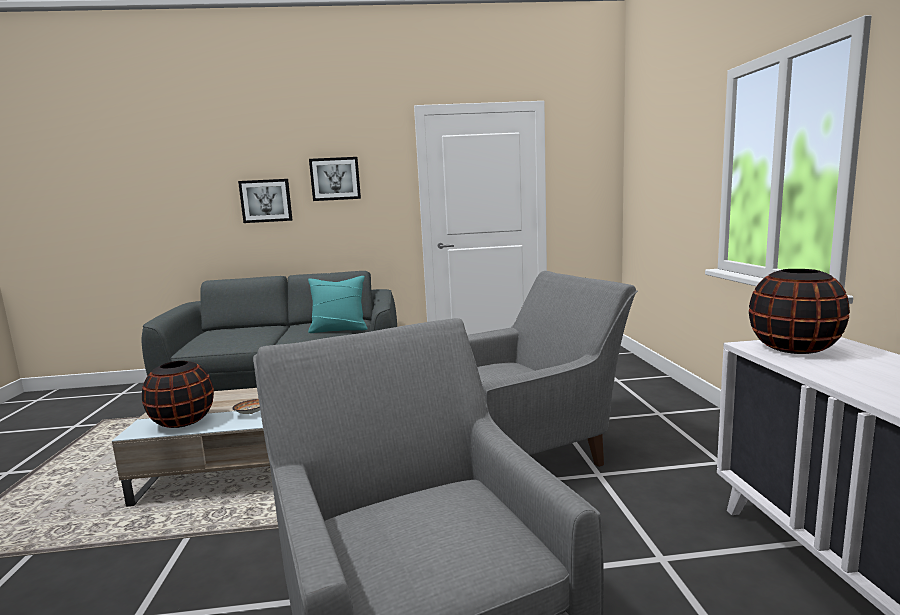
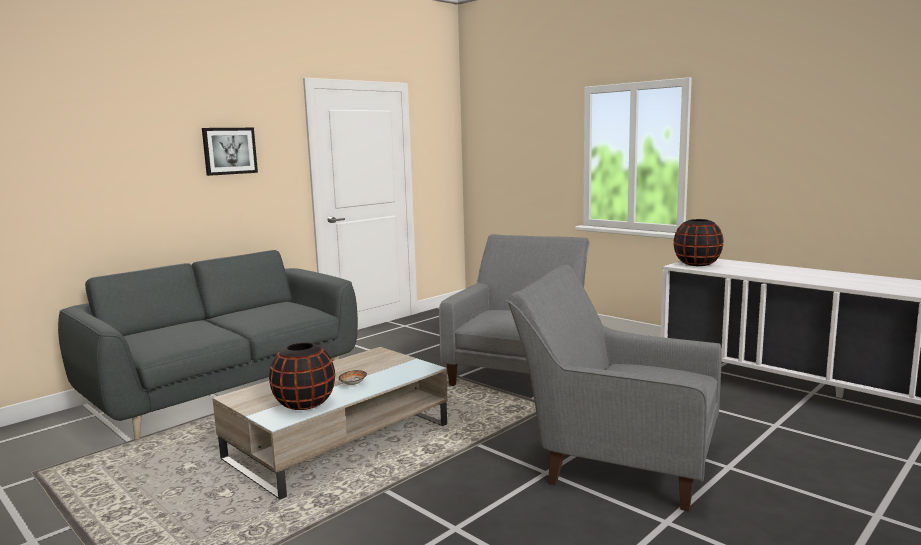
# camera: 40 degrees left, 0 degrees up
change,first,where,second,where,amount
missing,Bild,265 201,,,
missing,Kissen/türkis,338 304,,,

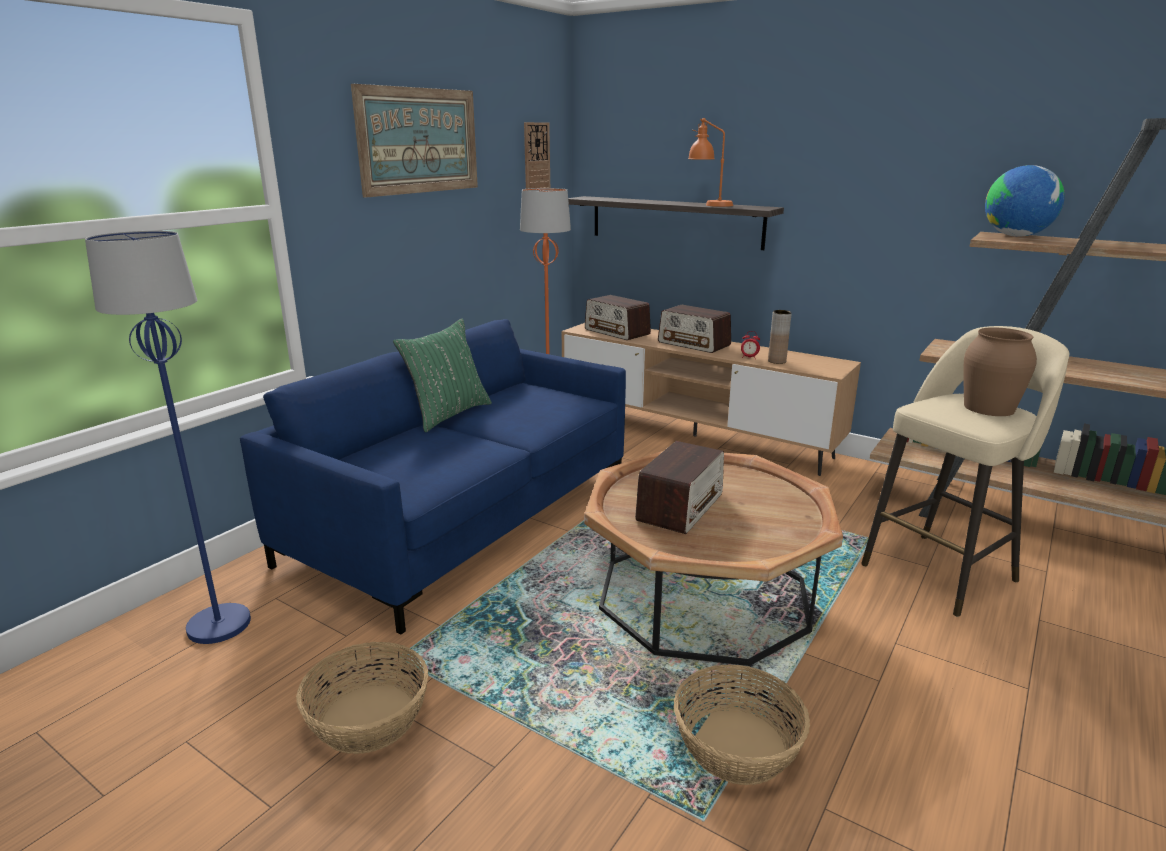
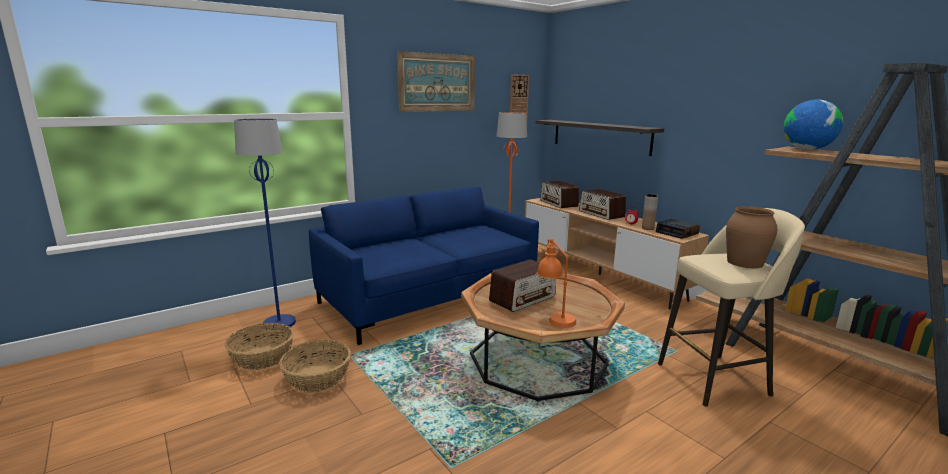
# camera: 20 degrees right, 5 degrees down
change,first,where,second,where,amount
relocated,Korb,742 725,,259 346,
relocated,Tischlampe/orange,710 162,,556 283,
appeared,,,Wecker,678 229,
missing,Kissen/grün,442 375,,,

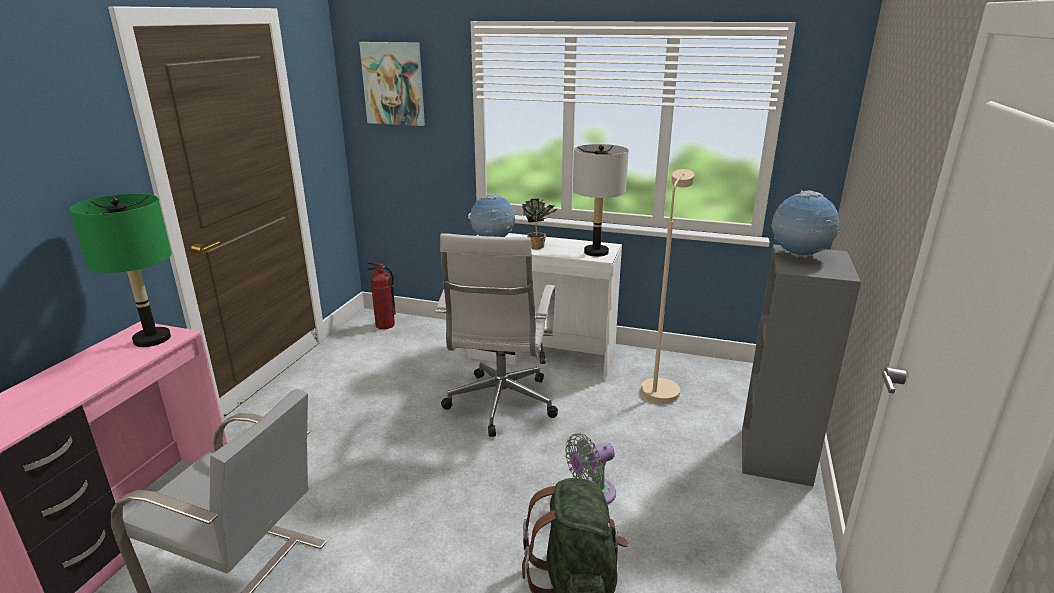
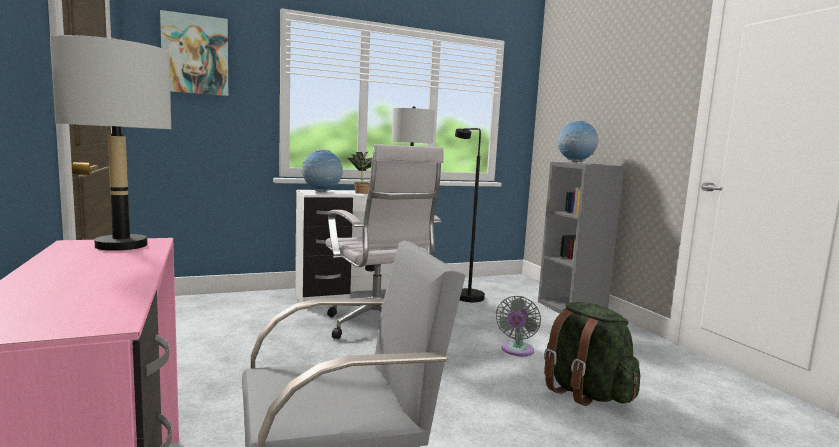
# camera: 40 degrees left, 15 degrees down
change,first,where,second,where,amount
colour,Tischlampe/grün,121 270,Tischlampe/grau,110 143,
colour,Stehlampe/beige,668 286,Stehlampe/schwarz,470 215,
missing,Feuerlöscher,381 295,,,

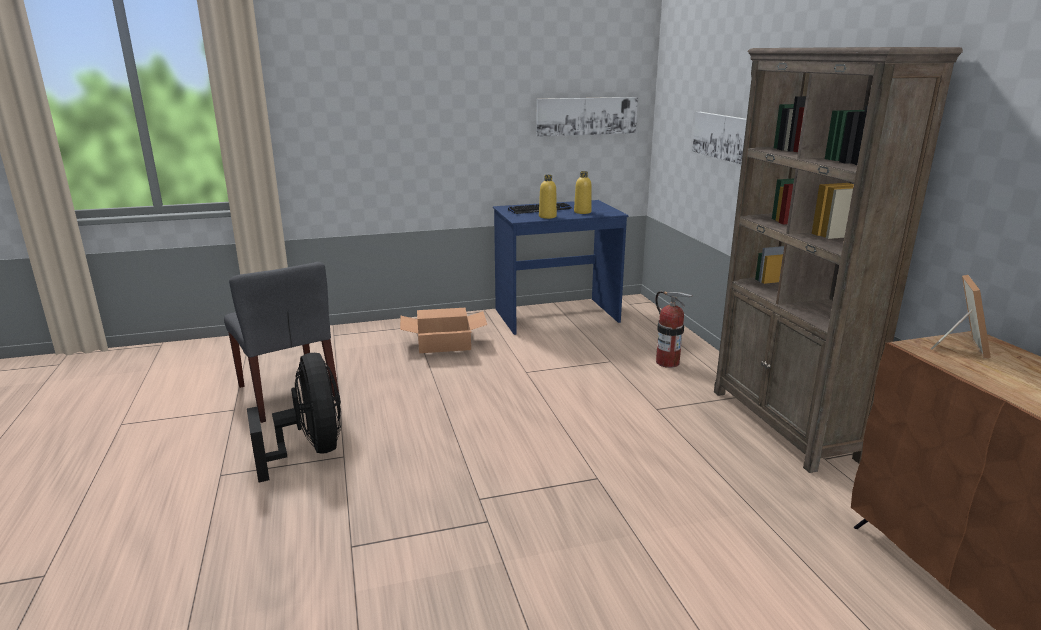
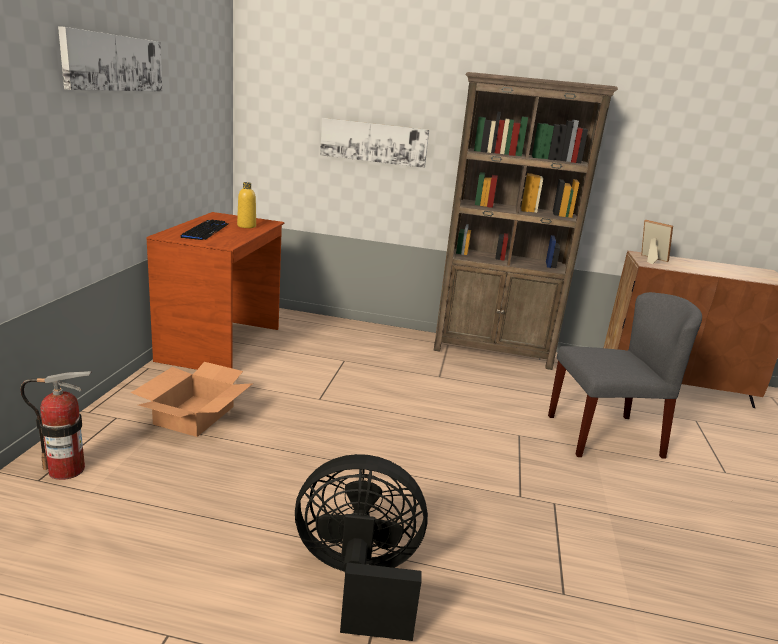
# camera: 65 degrees left, 0 degrees up
change,first,where,second,where,amount
relocated,Feuerlöscher,674 329,,56 425,
relocated,Bild,587 117,,110 59,
colour,Schreibtisch/blau,560 267,Schreibtisch/braun,215 291,
relocated,Stuhl/grau,281 342,,625 375,
missing,Flasche/gelb,548 197,,,

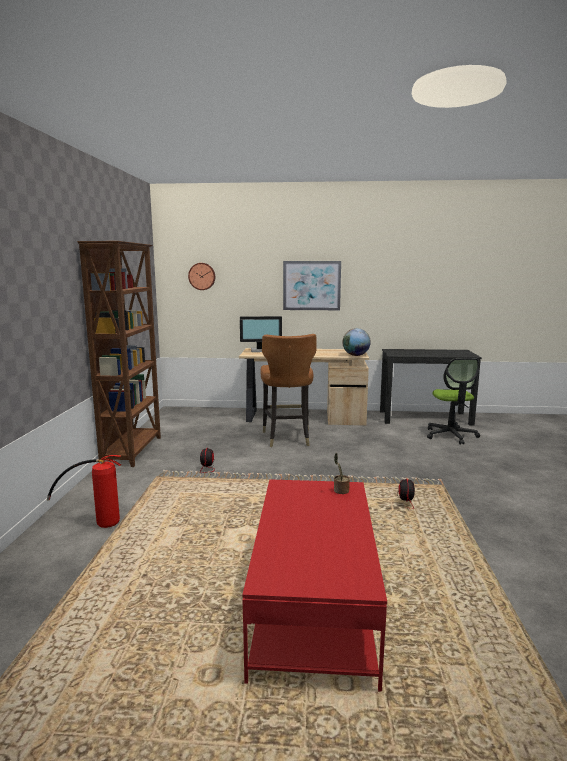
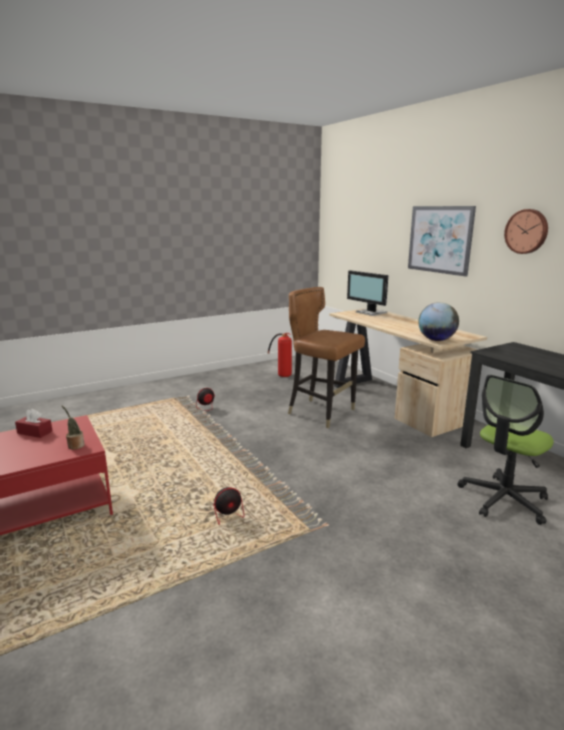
# camera: 55 degrees right, 5 degrees up
change,first,where,second,where,amount
appeared,,,Taschentuchbox/rot,33 423,
relocated,Feuerlöscher,84 491,,280 355,
spun,Stuhl/braun,288 390,,326 357,75 degrees clockwise
relocated,Wanduhr,201 276,,526 231,
missing,Bücherregal/braun,119 354,,,

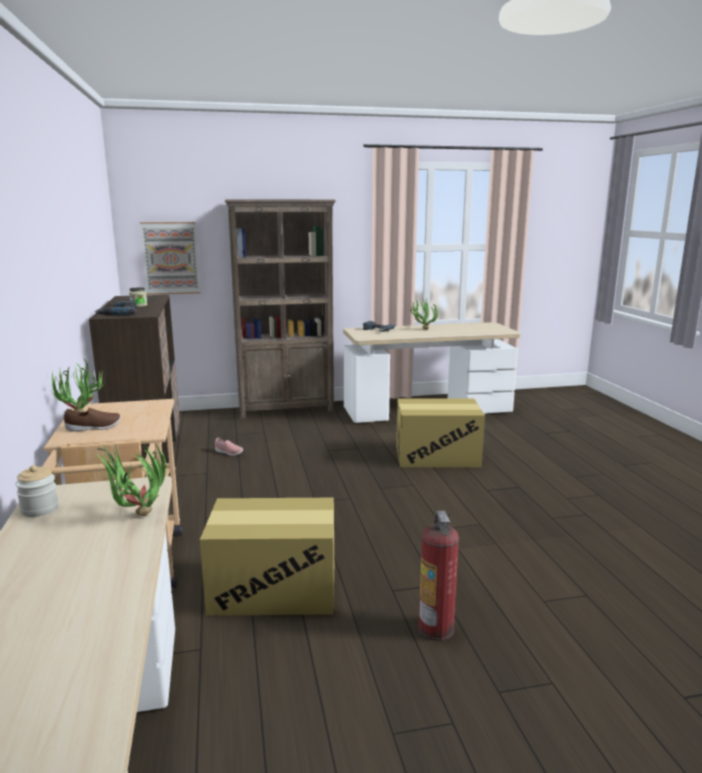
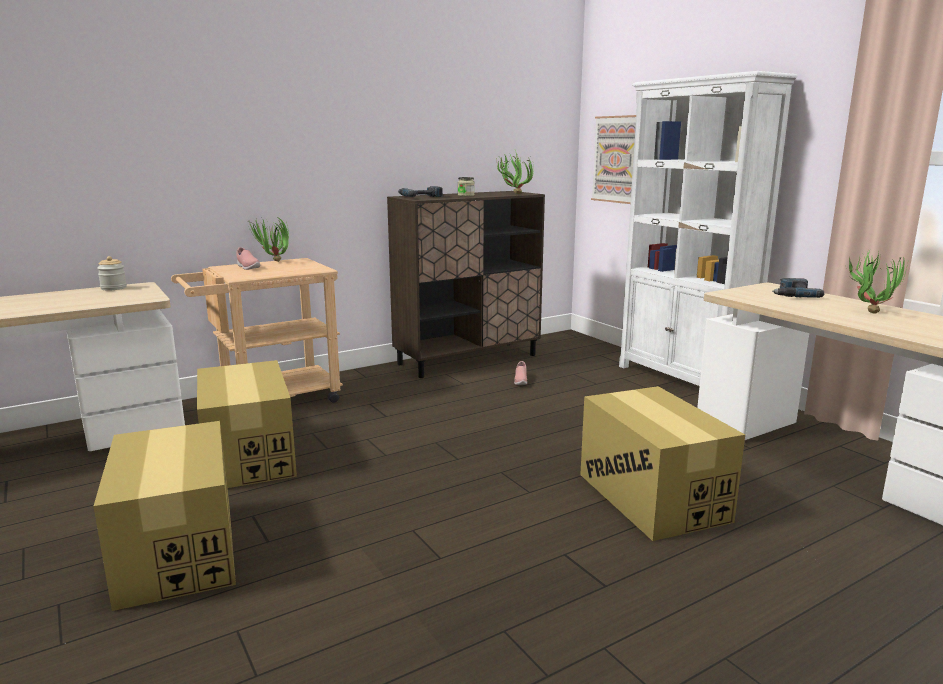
# camera: 70 degrees right, 0 degrees up
change,first,where,second,where,amount
exchanged,Feuerlöscher,438 576,Karton,165 516,
colour,Schuh/braun,92 420,Schuh/rosa,248 258,
relocated,Topfpflanze,130 479,,515 172,
colour,Bücherregal/braun,280 309,Bücherregal/weiß,708 228,

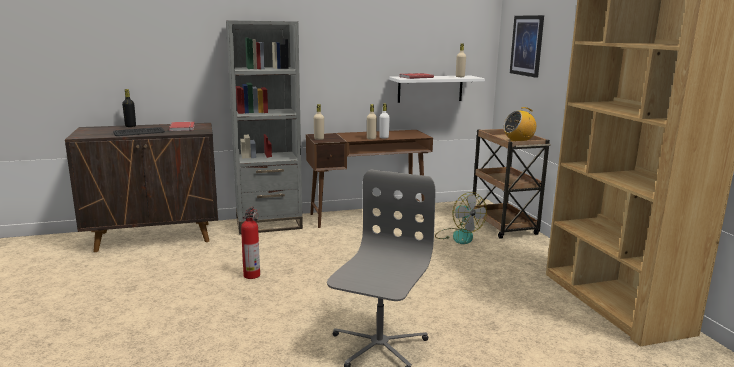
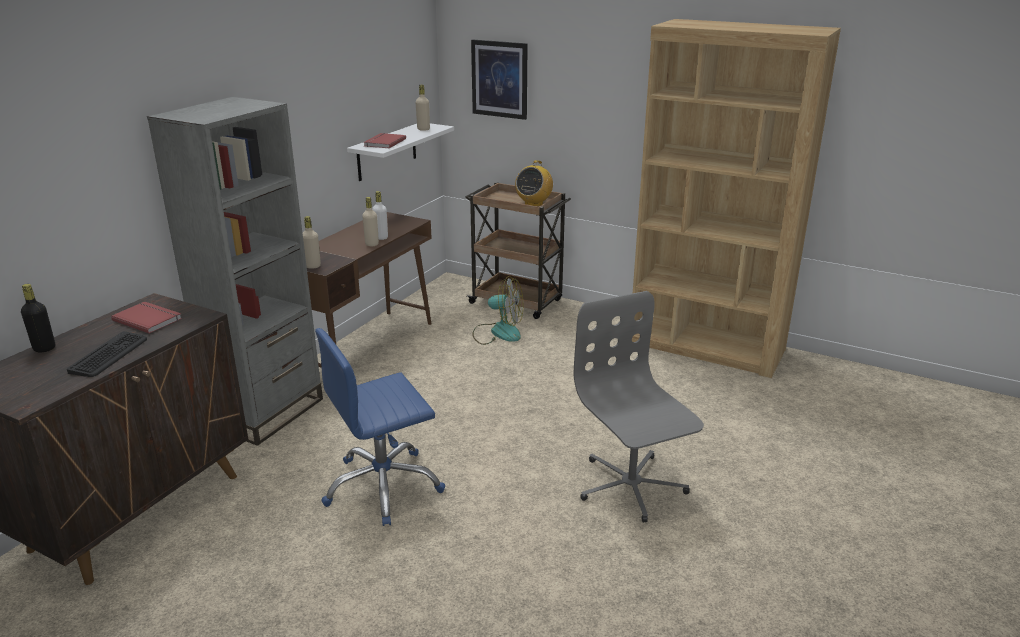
# camera: 45 degrees left, 10 degrees up
change,first,where,second,where,amount
exchanged,Feuerlöscher,250 242,Bürostuhl/blau,380 427,

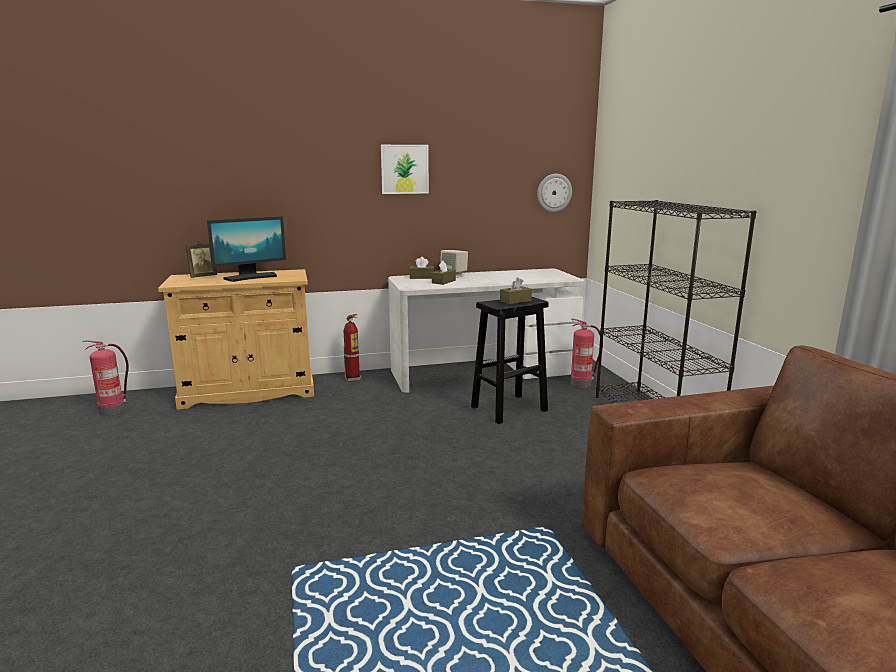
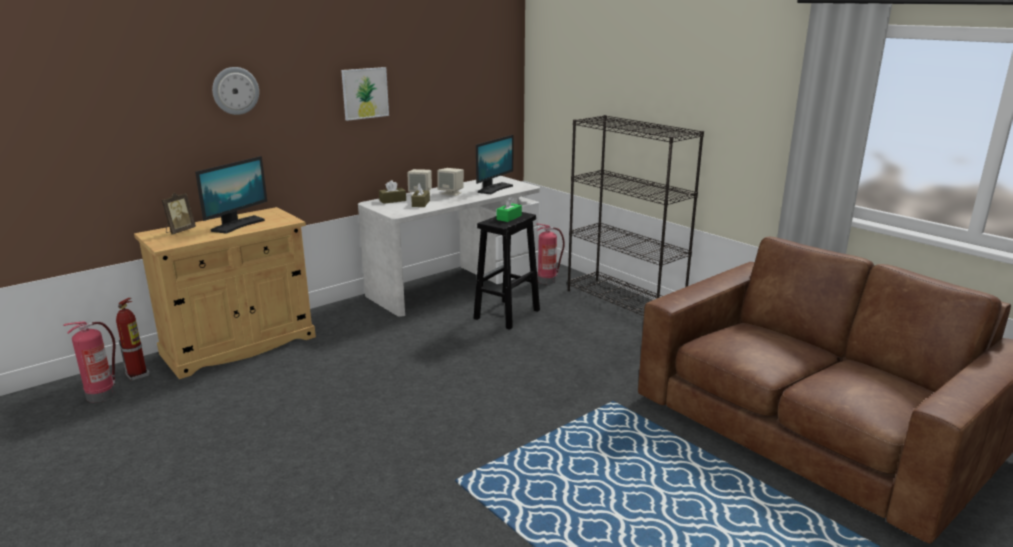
# camera: 25 degrees left, 5 degrees up
change,first,where,second,where,amount
relocated,Feuerlöscher,352 348,,133 339,
relocated,Wanduhr,554 193,,235 91,
appeared,,,Lautsprecher/beige,450 182,
appeared,,,Monitor,494 164,
colour,Taschentuchbox/braun,516 290,Taschentuchbox/grün,509 209,

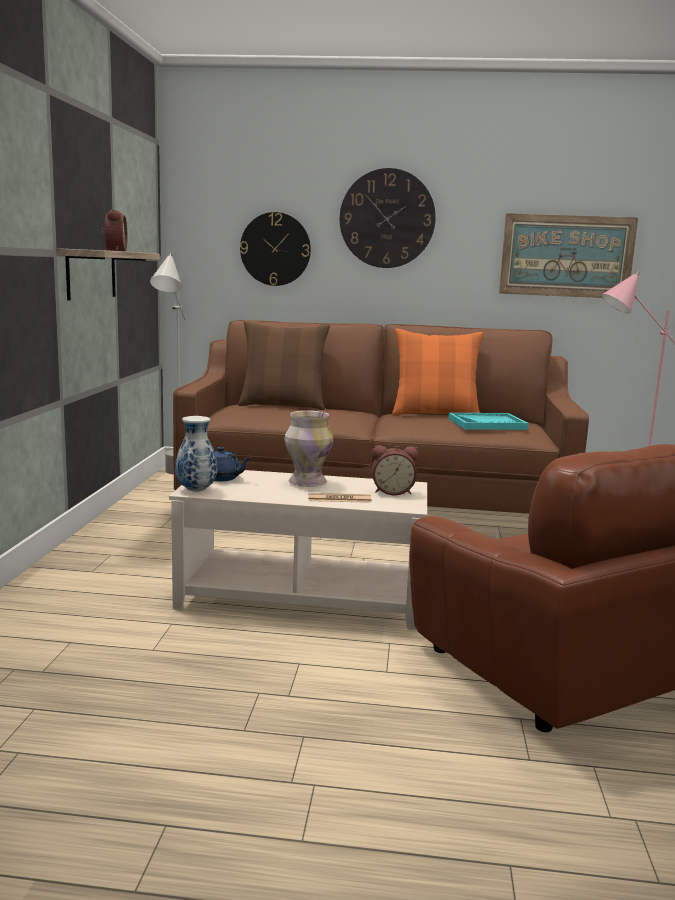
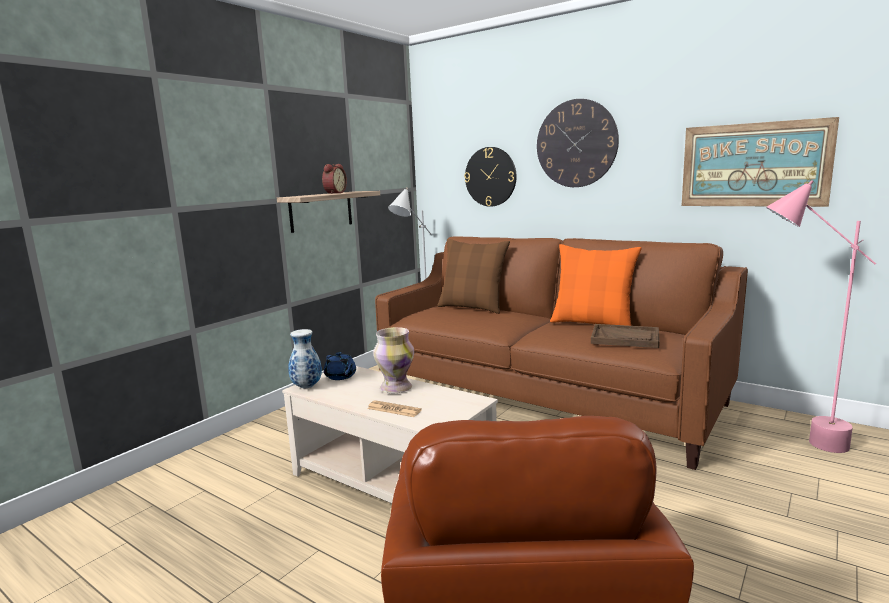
# camera: 30 degrees right, 0 degrees up
change,first,where,second,where,amount
colour,Tablett/türkis,488 421,Tablett/braun,625 336,
missing,Wecker,395 470,,,

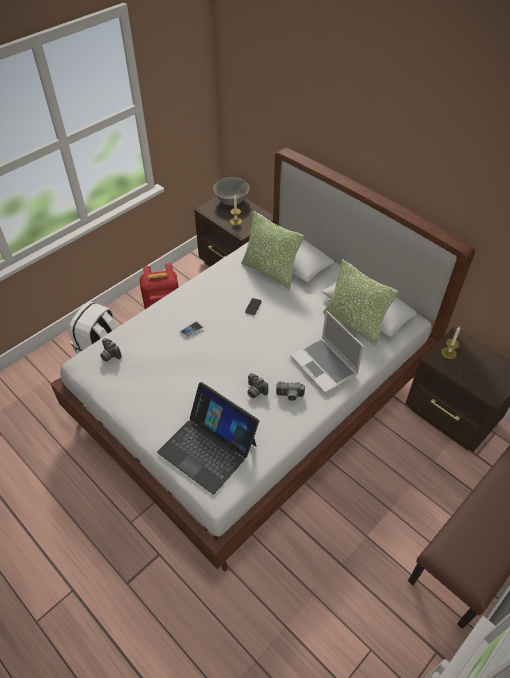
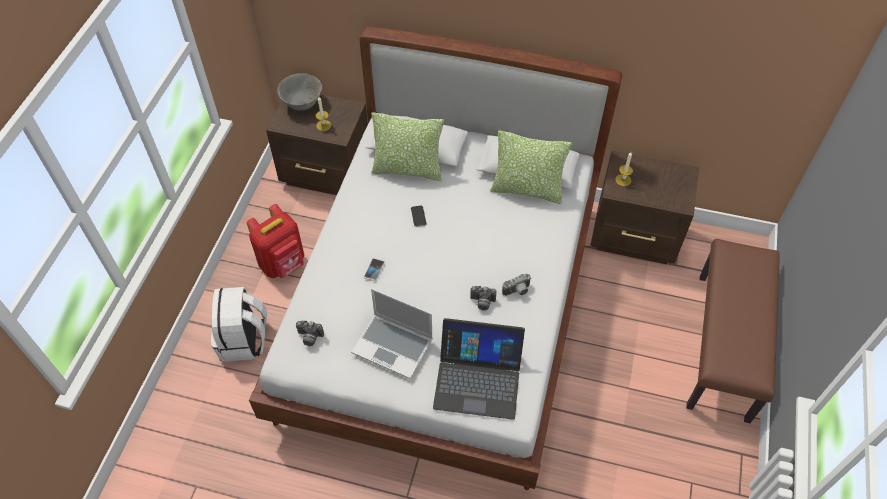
# camera: 30 degrees left, 5 degrees up
change,first,where,second,where,amount
relocated,Laptop,327 351,,392 333,

